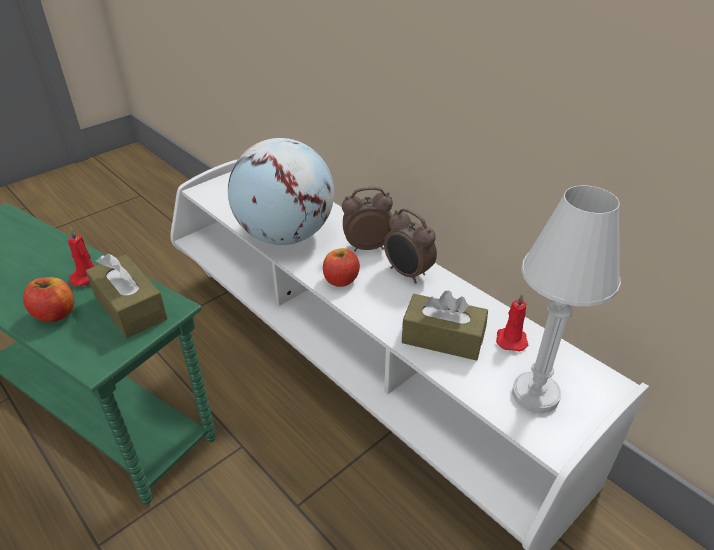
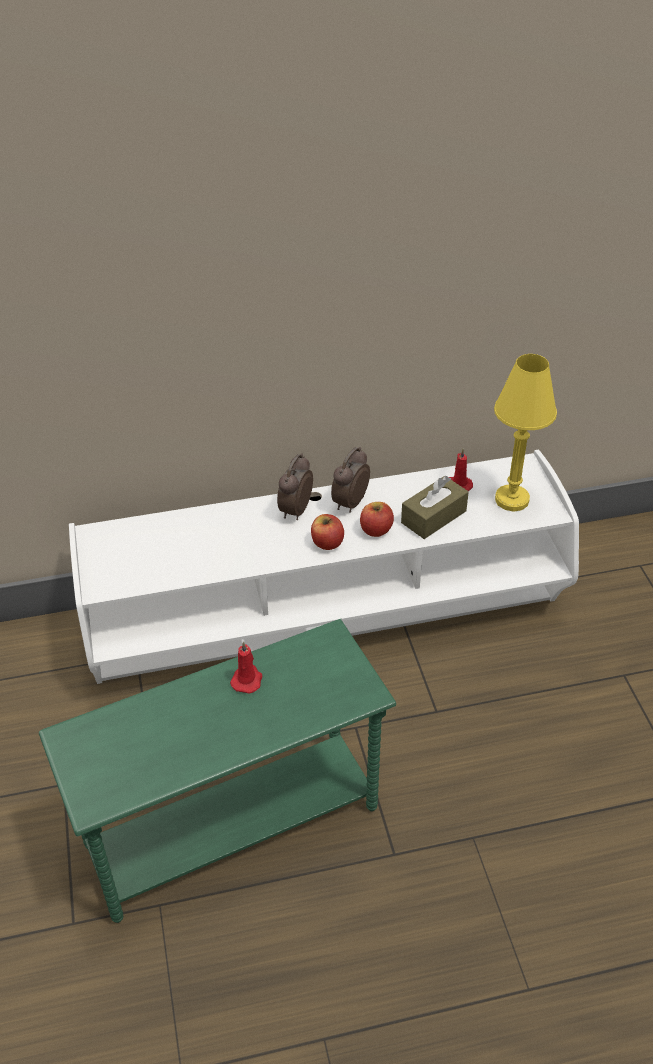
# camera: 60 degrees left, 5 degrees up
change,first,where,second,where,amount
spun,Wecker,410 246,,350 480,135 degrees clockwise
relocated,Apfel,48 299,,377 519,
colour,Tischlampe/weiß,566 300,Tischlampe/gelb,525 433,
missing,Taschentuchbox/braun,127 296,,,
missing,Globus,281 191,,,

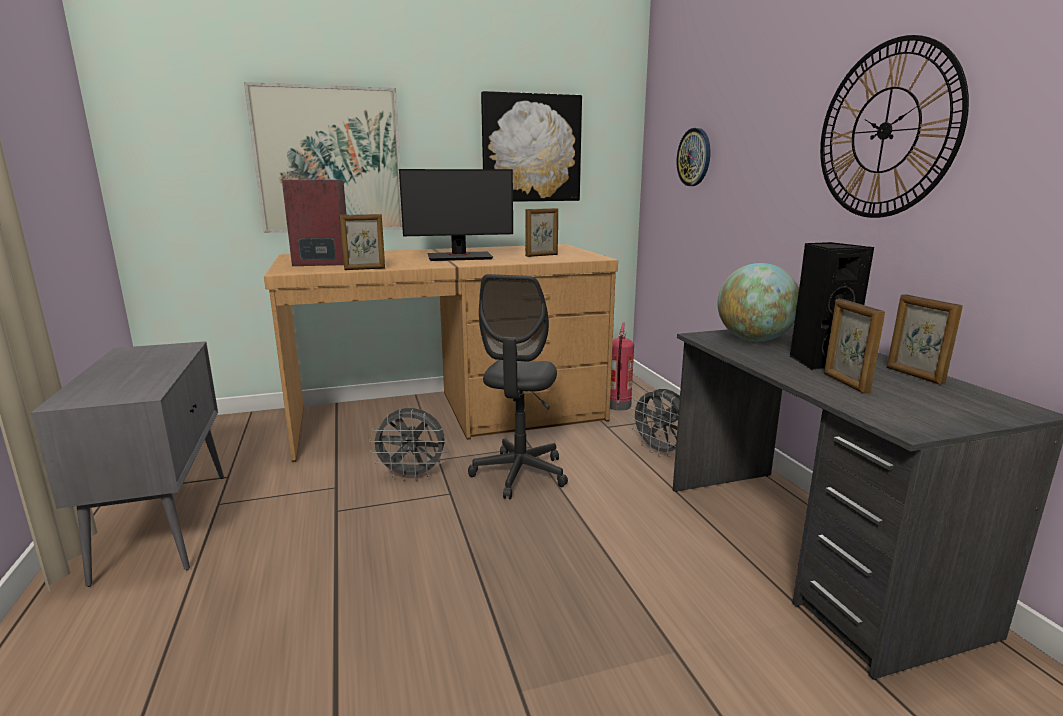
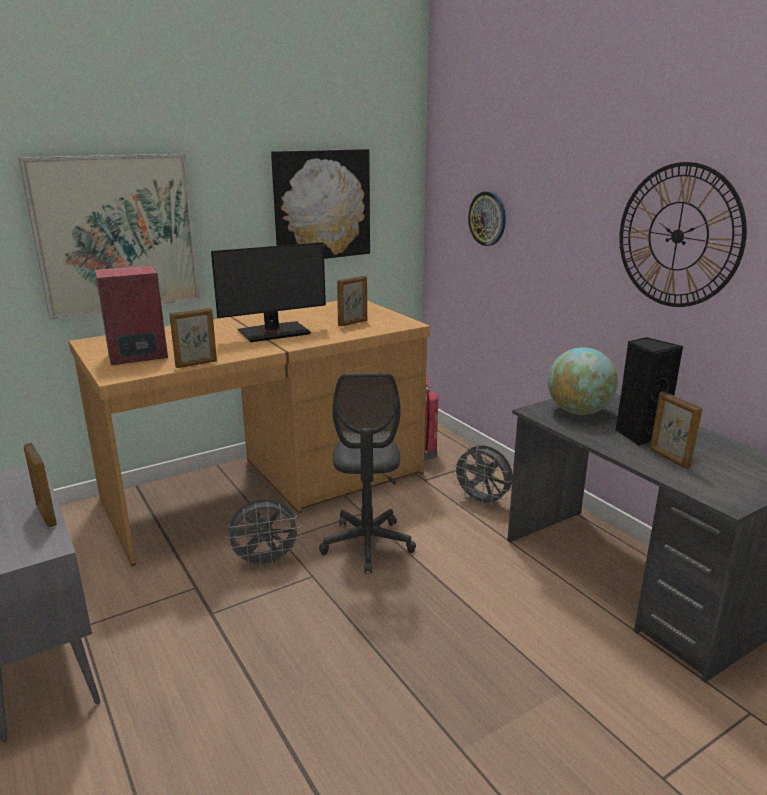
# camera: 15 degrees left, 5 degrees up
change,first,where,second,where,amount
relocated,Bilderrahmen,925 339,,40 485,

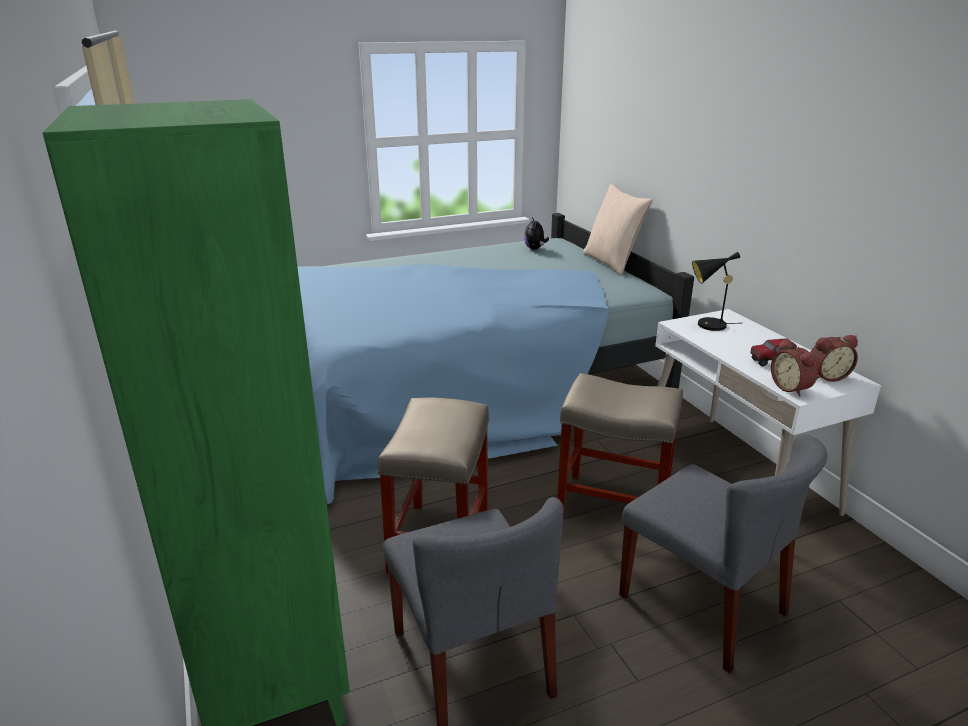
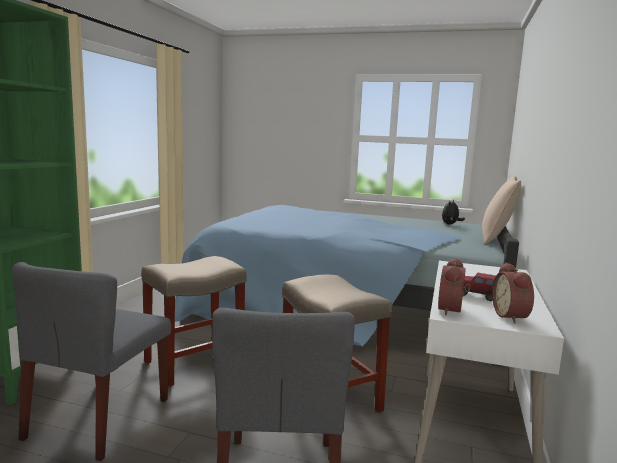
# camera: 40 degrees right, 15 degrees down
change,first,where,second,where,amount
spun,Wecker,834 358,,513 293,60 degrees clockwise
missing,Tischlampe/schwarz,716 291,,,

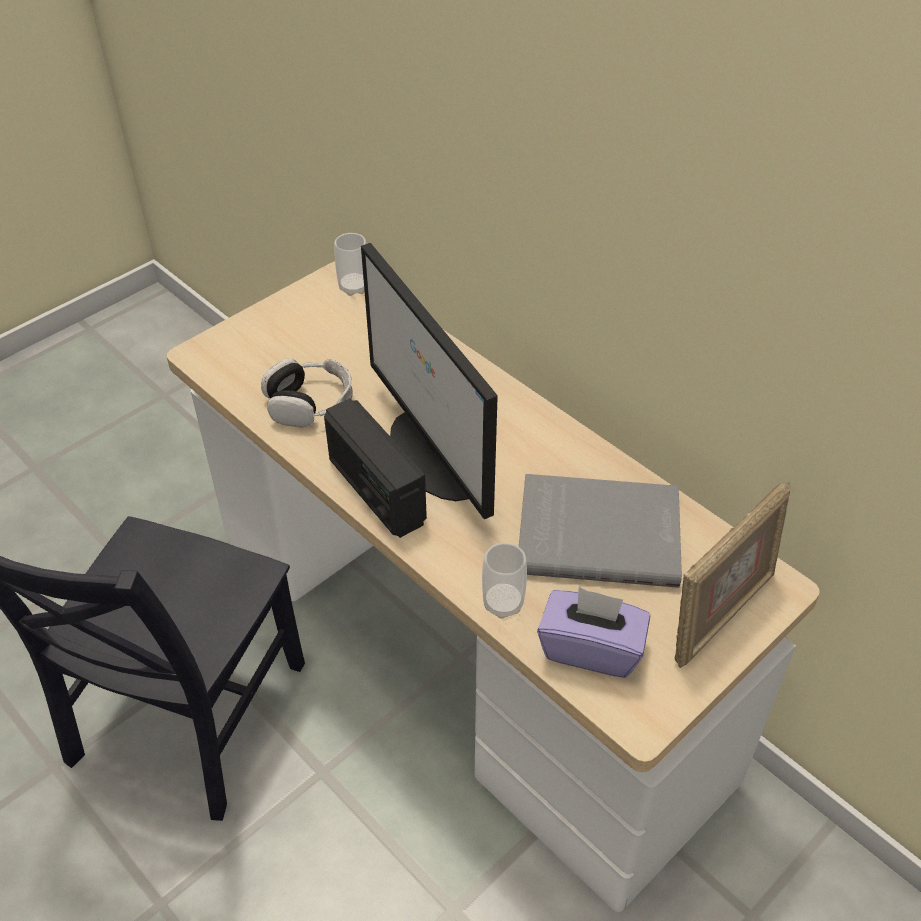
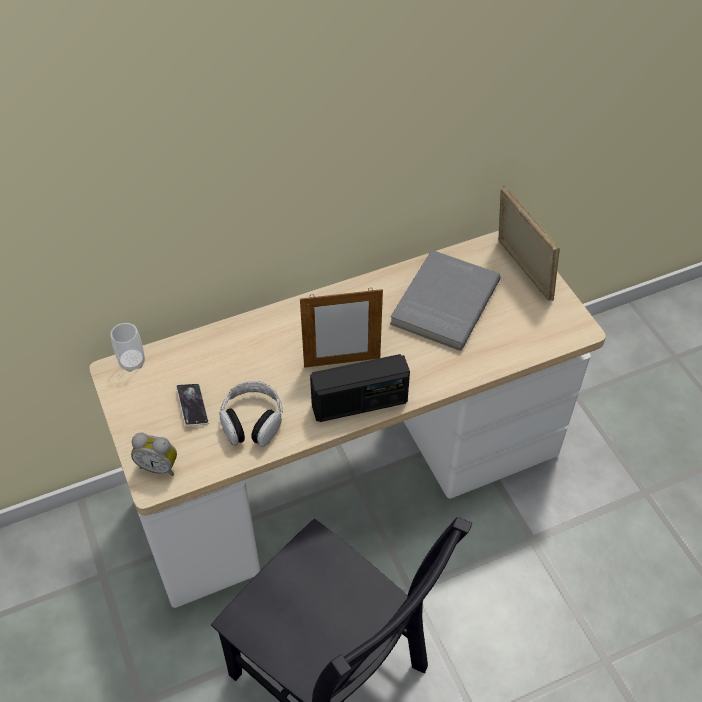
# camera: 70 degrees left, 5 degrees up
change,first,where,second,where,amount
appeared,,,Wecker,154 454,
appeared,,,Handy,192 405,
exchanged,Monitor,429 381,Bilderrahmen,341 328,
missing,Tasse,504 581,,,
missing,Taschentuchbox/lila,593 632,,,

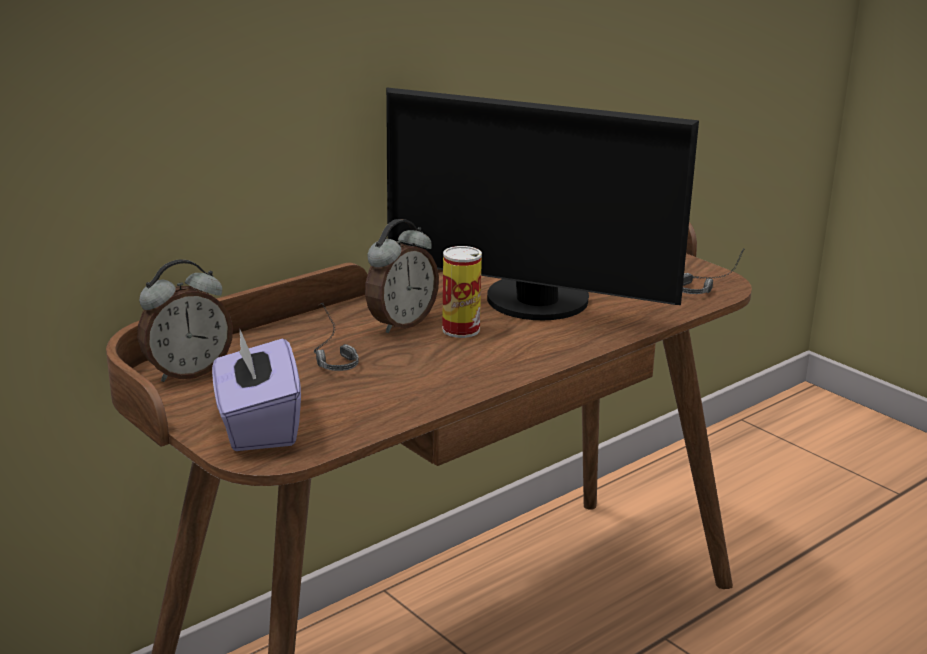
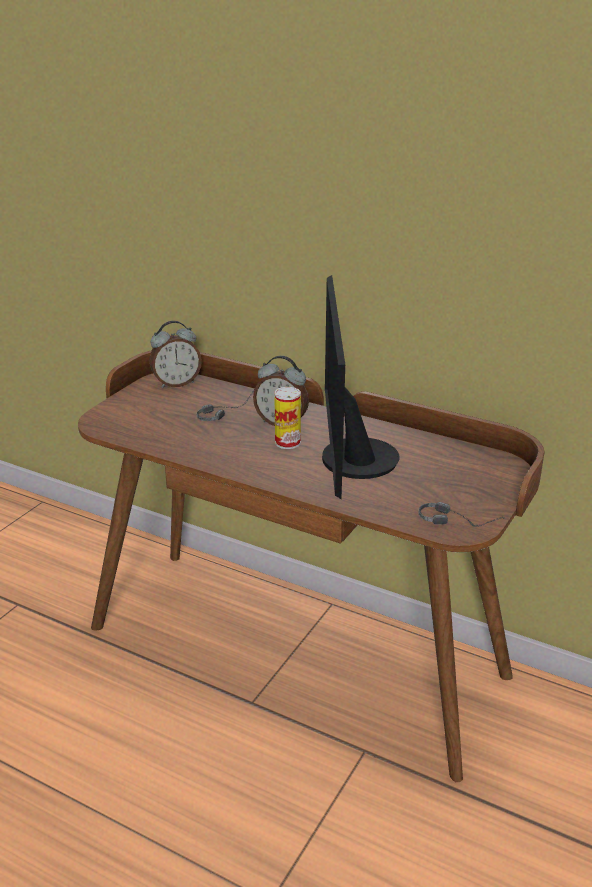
# camera: 70 degrees right, 5 degrees up
change,first,where,second,where,amount
spun,Wecker,185 320,,175 354,60 degrees counterclockwise
missing,Taschentuchbox/lila,256 390,,,

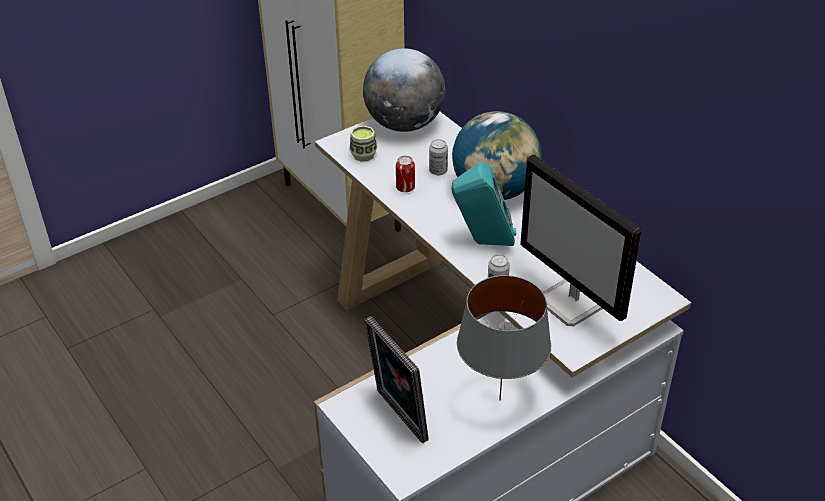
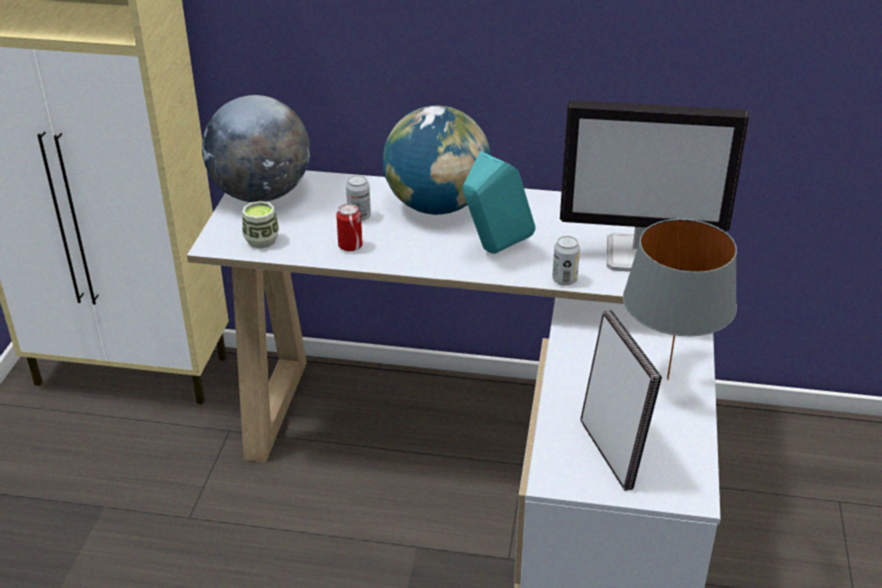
# camera: 45 degrees left, 5 degrees down
change,first,where,second,where,amount
spun,Bilderrahmen,397 380,,621 400,120 degrees counterclockwise

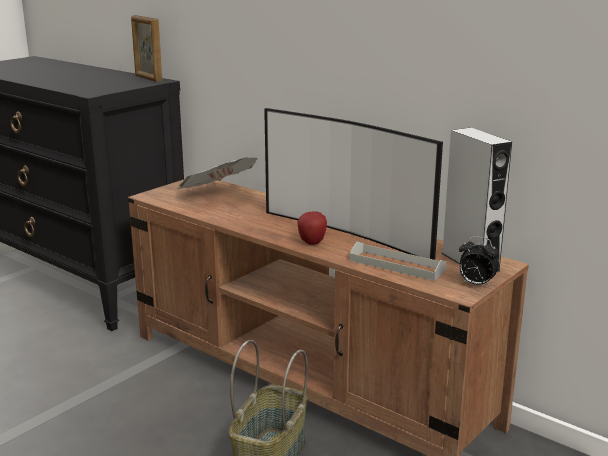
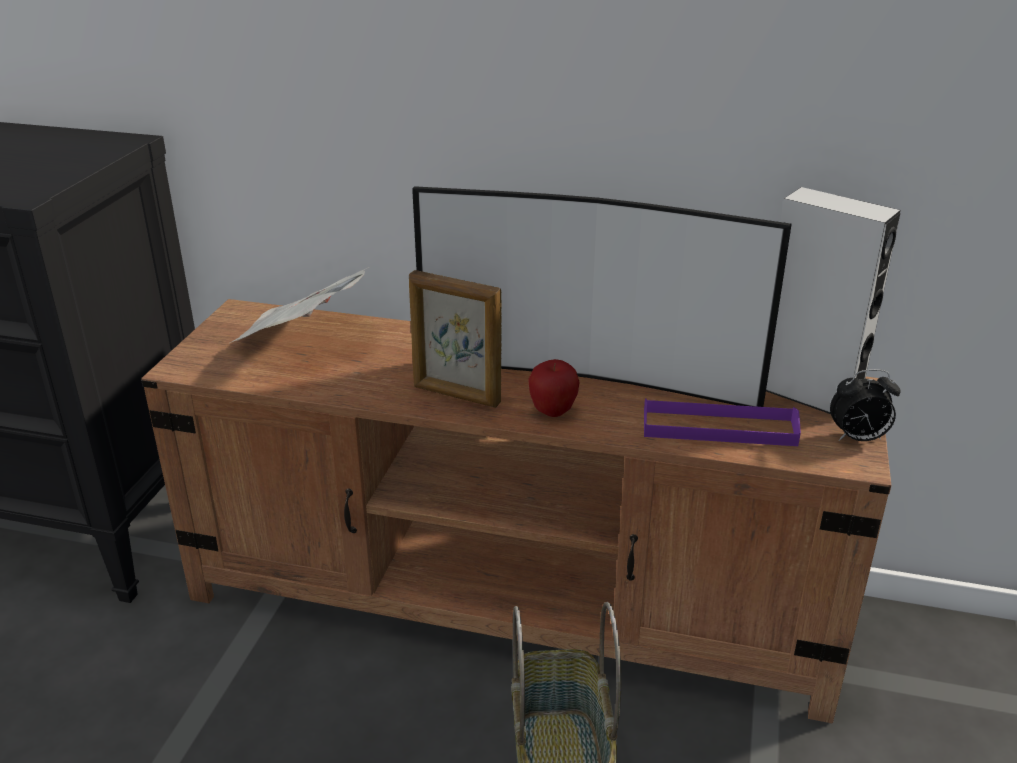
# camera: 25 degrees left, 10 degrees up
change,first,where,second,where,amount
relocated,Bilderrahmen,146 48,,455 339,
colour,Tablett/grau,398 261,Tablett/lila,722 422,

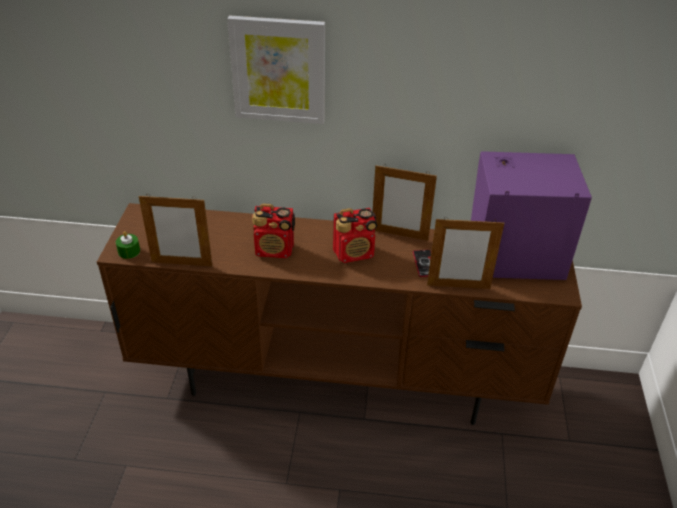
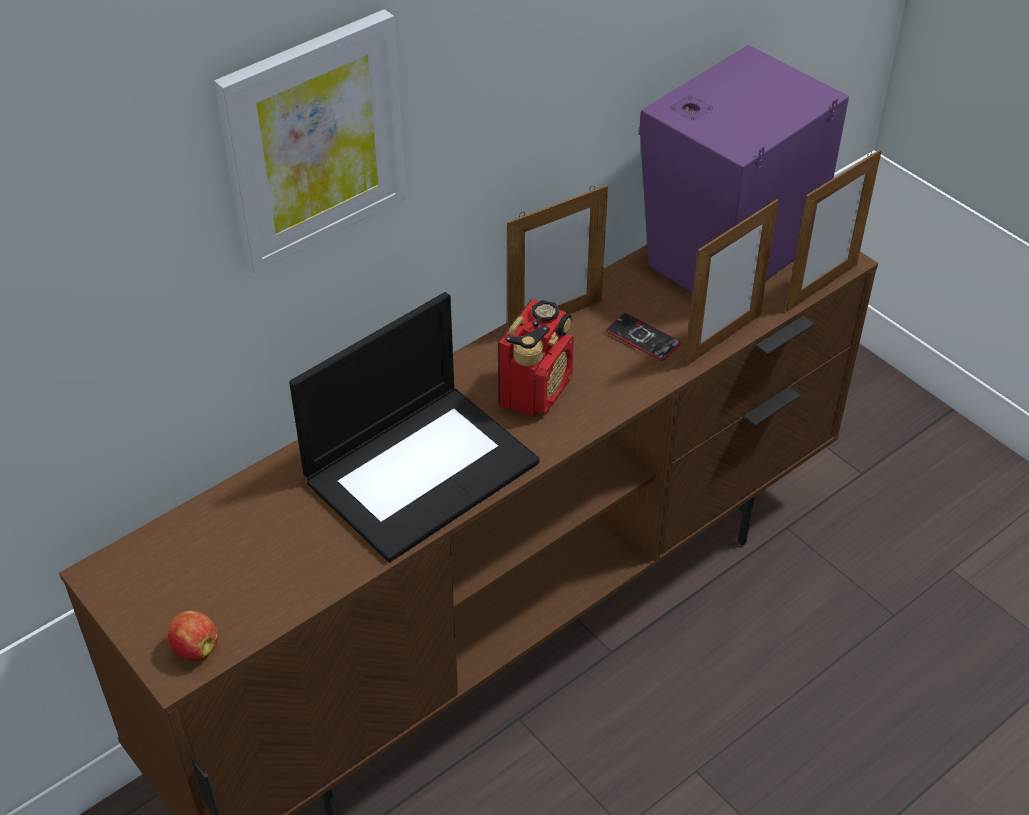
# camera: 45 degrees left, 5 degrees up
change,first,where,second,where,amount
exchanged,Kerze/grün,128 245,Apfel,193 636,
exchanged,Radio,273 230,Laptop,414 427,
relocated,Bilderrahmen,176 230,,834 230,

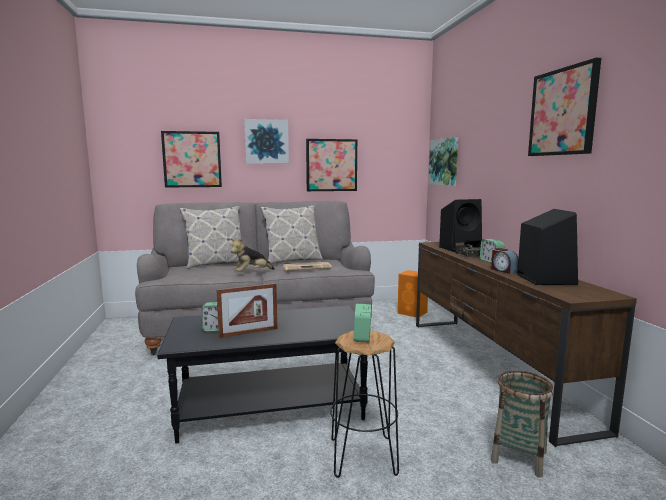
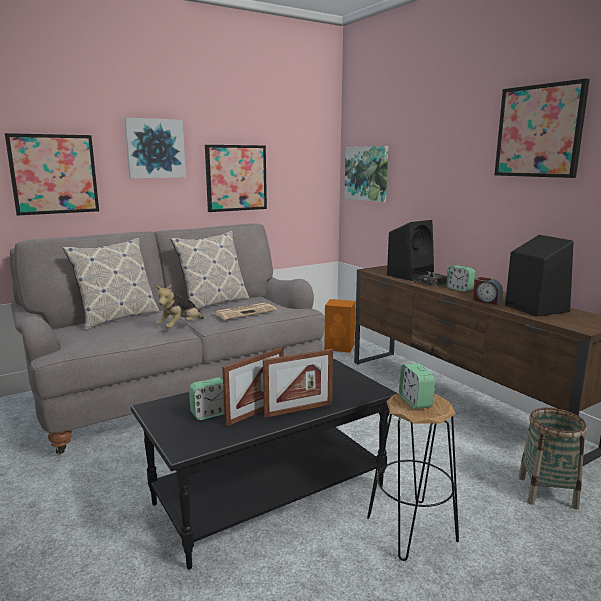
# camera: 20 degrees left, 5 degrees up
change,first,where,second,where,amount
appeared,,,Bilderrahmen,298 383,

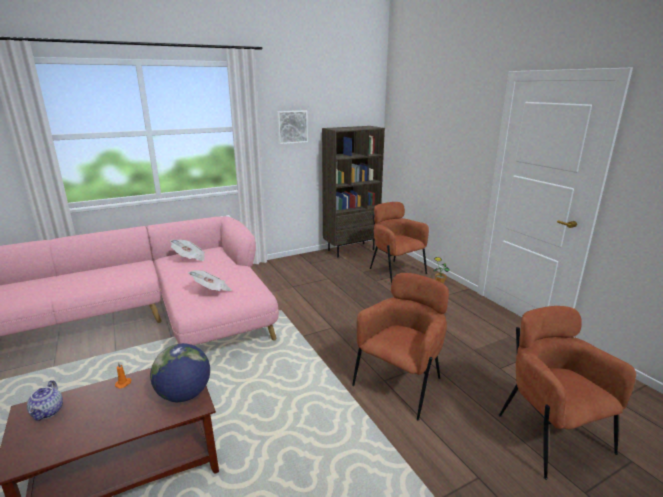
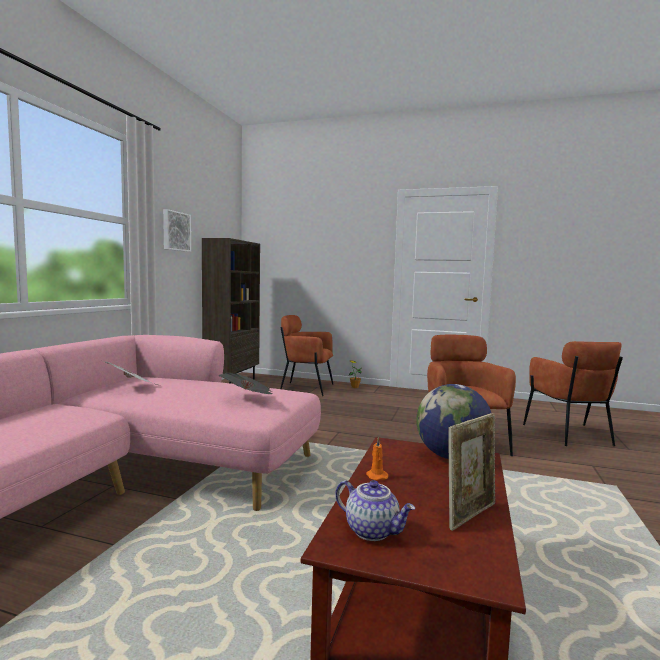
# camera: 45 degrees left, 15 degrees down
change,first,where,second,where,amount
appeared,,,Bilderrahmen,472 472,
spun,Sessel/braun,567 393,,573 393,120 degrees counterclockwise

